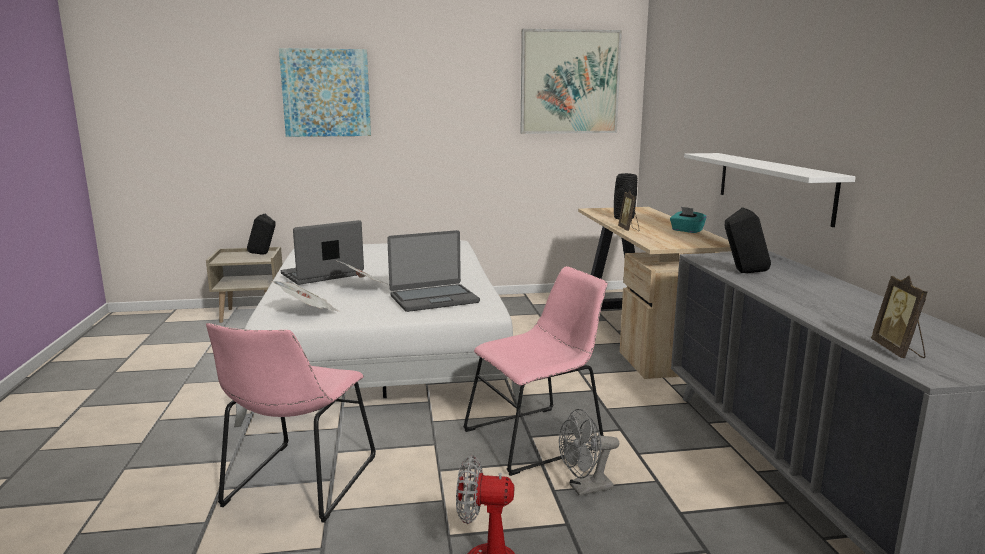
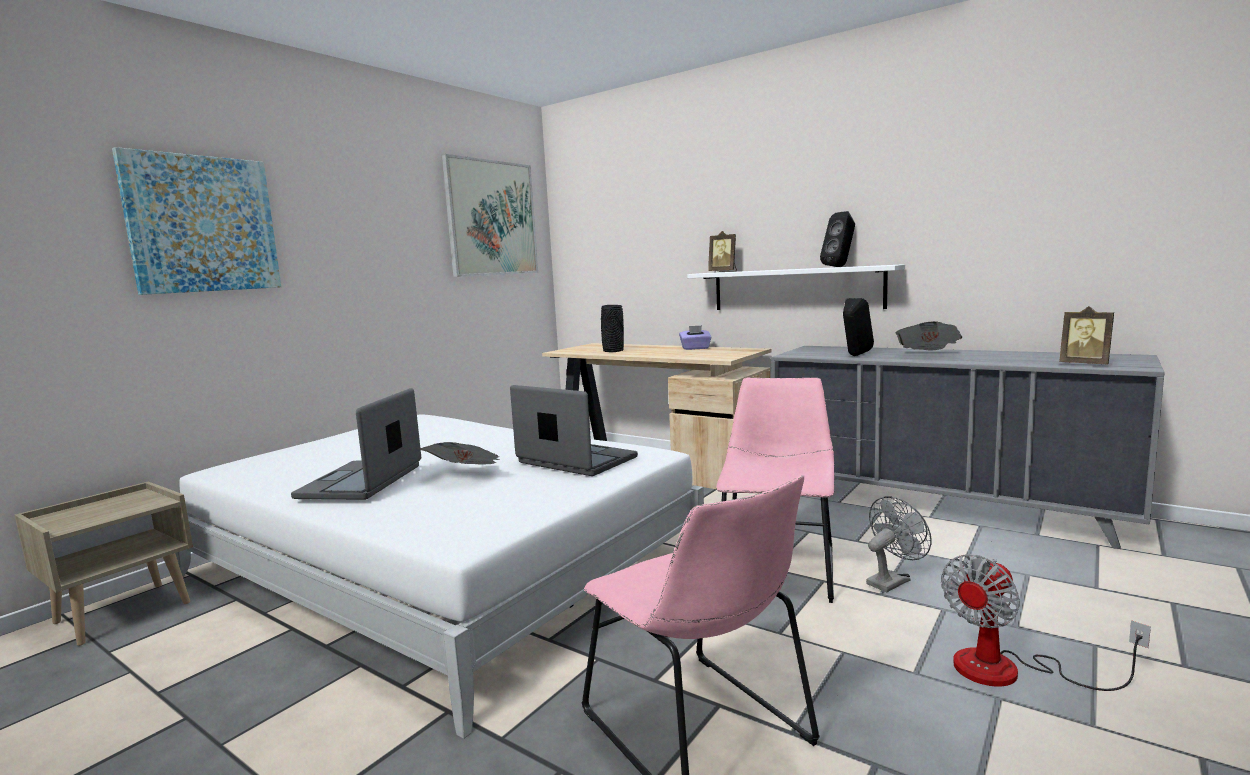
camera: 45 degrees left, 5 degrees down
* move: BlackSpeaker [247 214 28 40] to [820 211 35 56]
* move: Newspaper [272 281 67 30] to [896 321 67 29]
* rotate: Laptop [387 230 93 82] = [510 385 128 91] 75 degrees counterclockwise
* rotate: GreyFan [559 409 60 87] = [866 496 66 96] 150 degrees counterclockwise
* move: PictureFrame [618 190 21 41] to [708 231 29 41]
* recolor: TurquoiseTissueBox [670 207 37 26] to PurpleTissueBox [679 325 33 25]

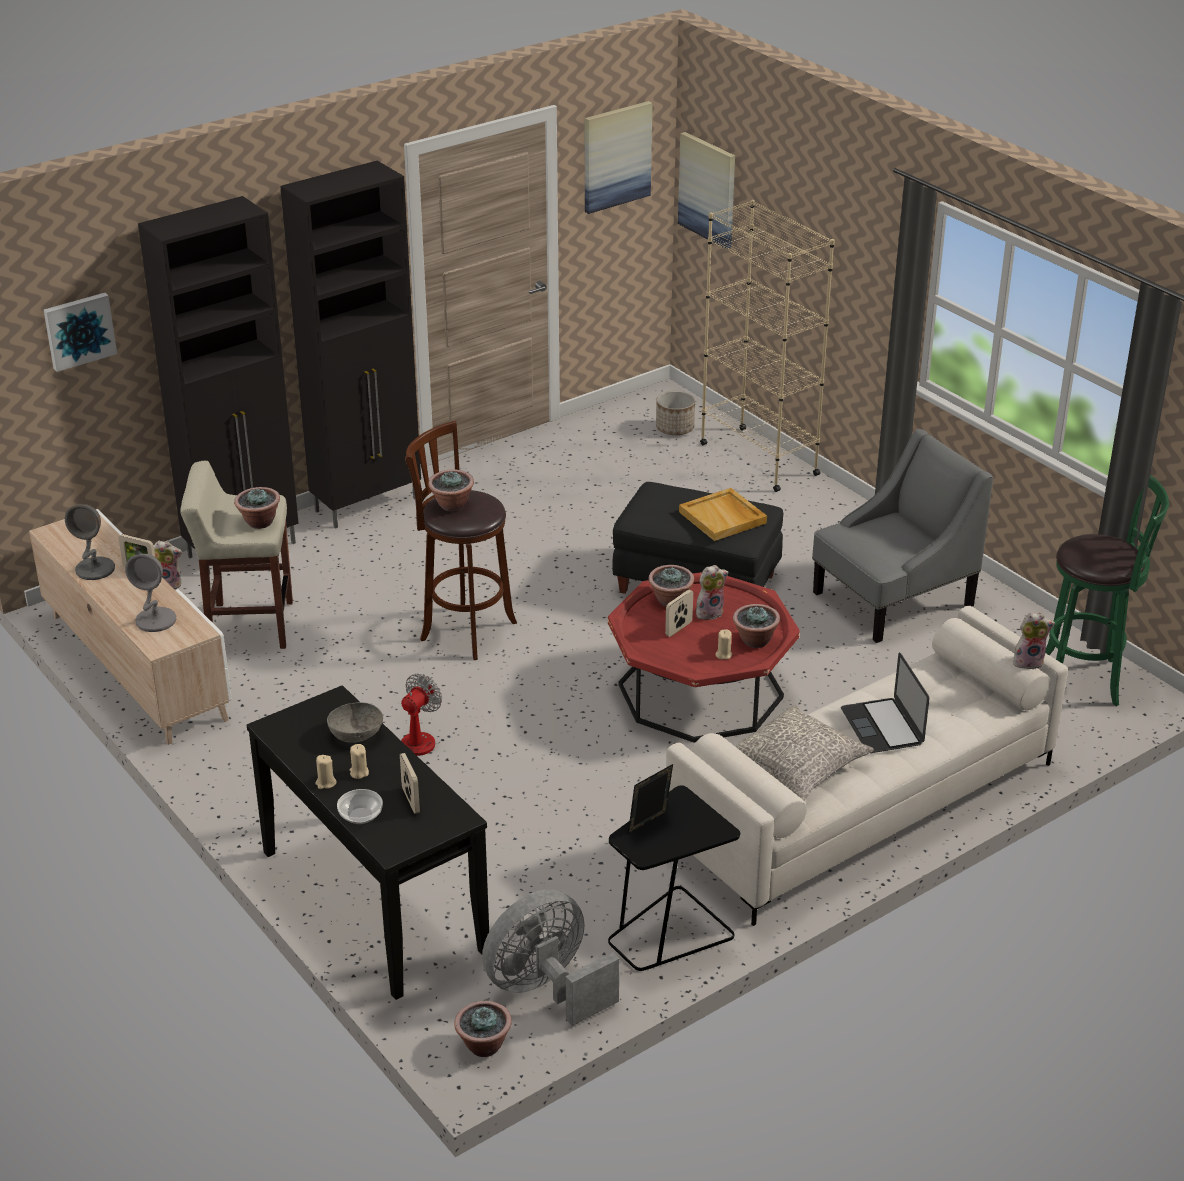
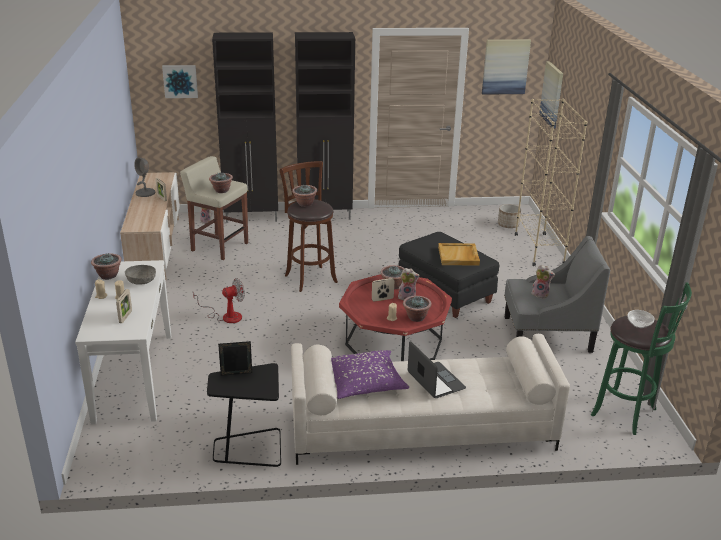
camera: 30 degrees right, 5 degrees down
* delete: GreyTableLamp [125 554 51 78]
* recolor: BlackConsoleTable [247 685 242 315] to WhiteConsoleTable [75 260 96 164]
* move: Bowl [337 789 46 35] to [628 310 27 18]
* move: PottedPlant [454 1001 58 56] to [91 253 31 27]
* delete: GreyFan [482 889 137 137]
* recolor: GreyPillow [735 705 139 96] to PurplePillow [331 350 78 49]
* rotate: Laptop [841 653 89 100] = [408 341 58 57] 135 degrees clockwise
* move: PlushToy [1013 612 42 57] to [531 265 24 34]

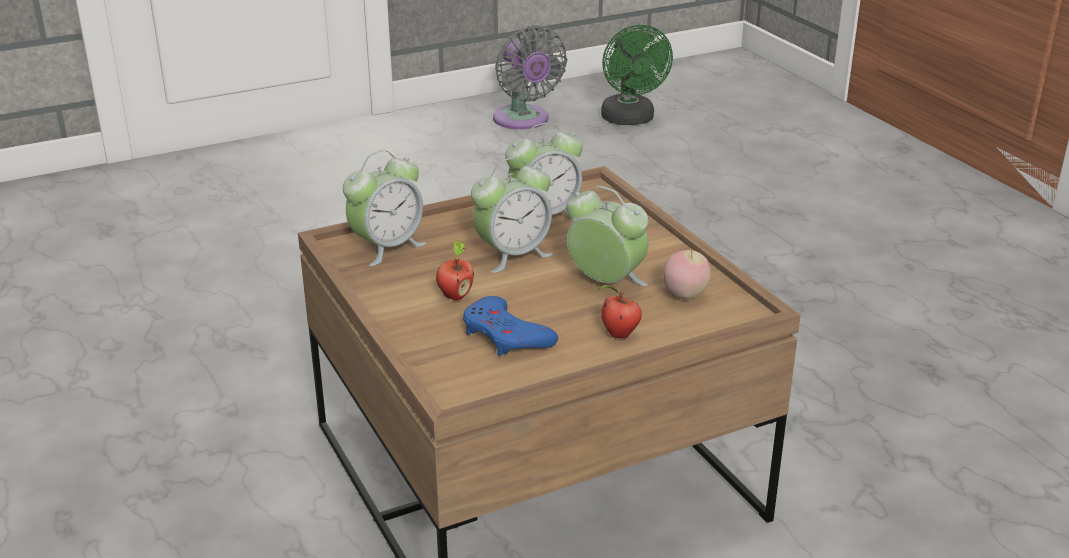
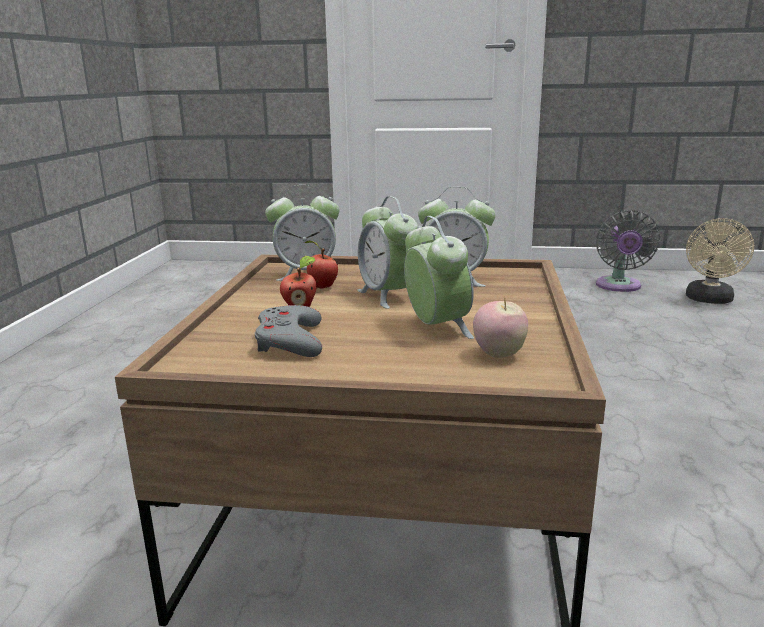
camera: 35 degrees right, 10 degrees down
* recolor: BlueGameController [463 296 95 60] to GreyGameController [255 305 67 52]
* rotate: AlarmClock [471 157 82 116] = [357 196 61 113] 60 degrees clockwise
* move: Apple [596 285 46 53] to [304 240 34 49]
* recolor: GreenFan [601 25 72 100] to BeigeFan [686 218 68 86]

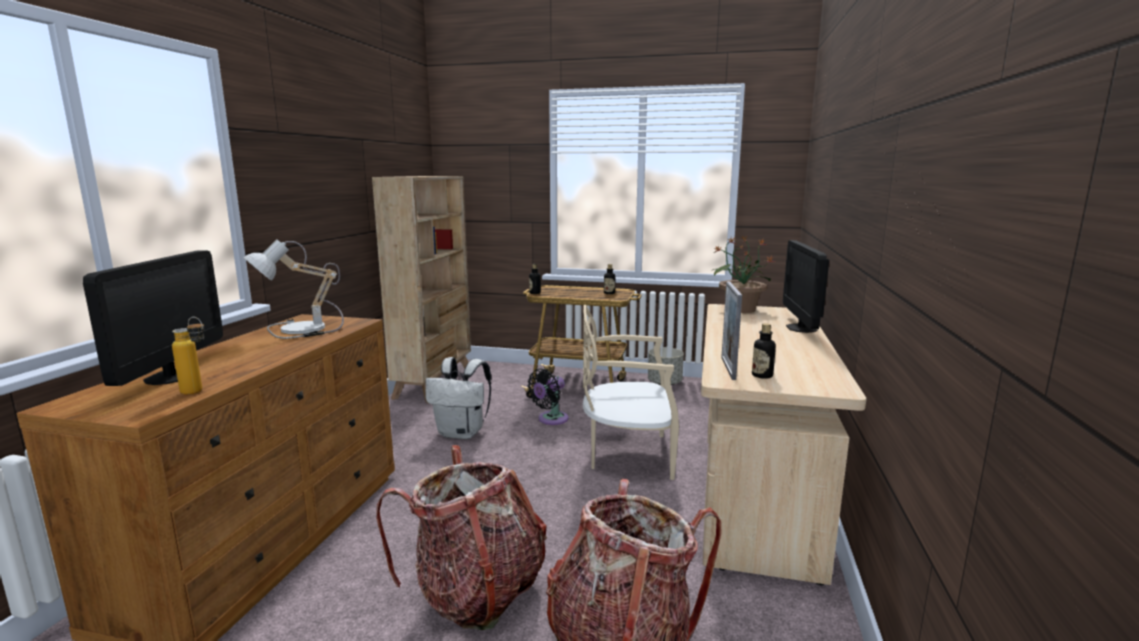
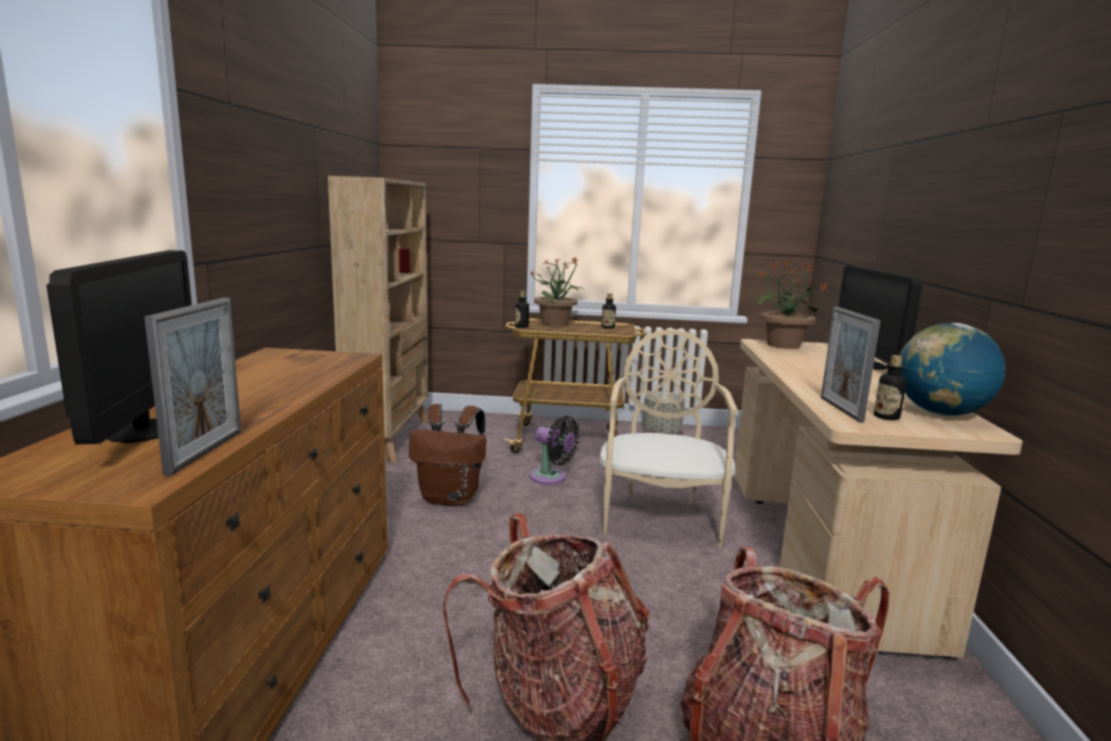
camera: 10 degrees left, 0 degrees up
* replace: Bottle [172 317 33 78] to PictureFrame [144 298 97 178]
* delete: TableLamp [244 240 100 99]
* recolor: WhiteBackpack [425 357 66 82] to BrownBackpack [409 404 77 102]
* rotate: BlackFan [527 369 41 56] = [530 416 50 69] 90 degrees counterclockwise
* rotate: BeigeChair [583 305 96 175] = [599 329 138 218] 105 degrees clockwise
* insert: PottedPlant [529 257 54 69]
* insert: Globe [900 323 106 93]

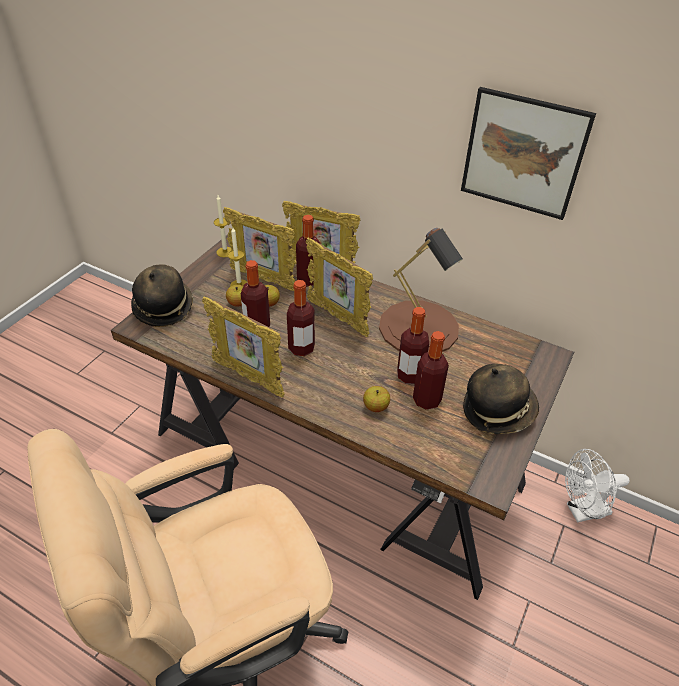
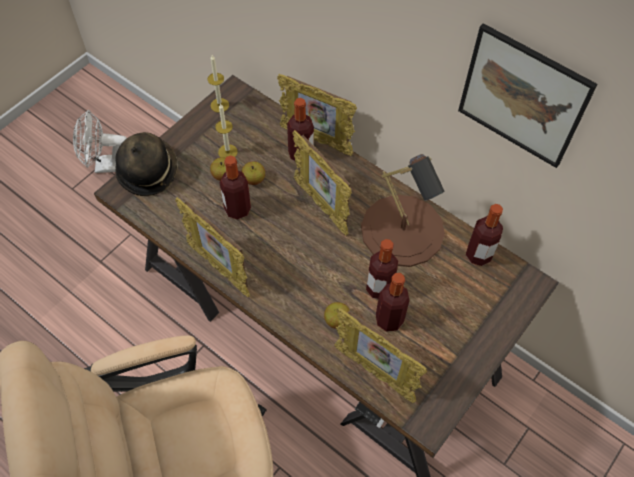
camera: 10 degrees right, 15 degrees up
* move: PictureFrame [223 207 73 84] to [334 308 93 95]
* move: Bottle [287 280 28 76] to [466 204 37 62]
* delete: Hat [463 364 76 70]
* move: WhiteFan [565 449 65 74] to [73 110 54 63]

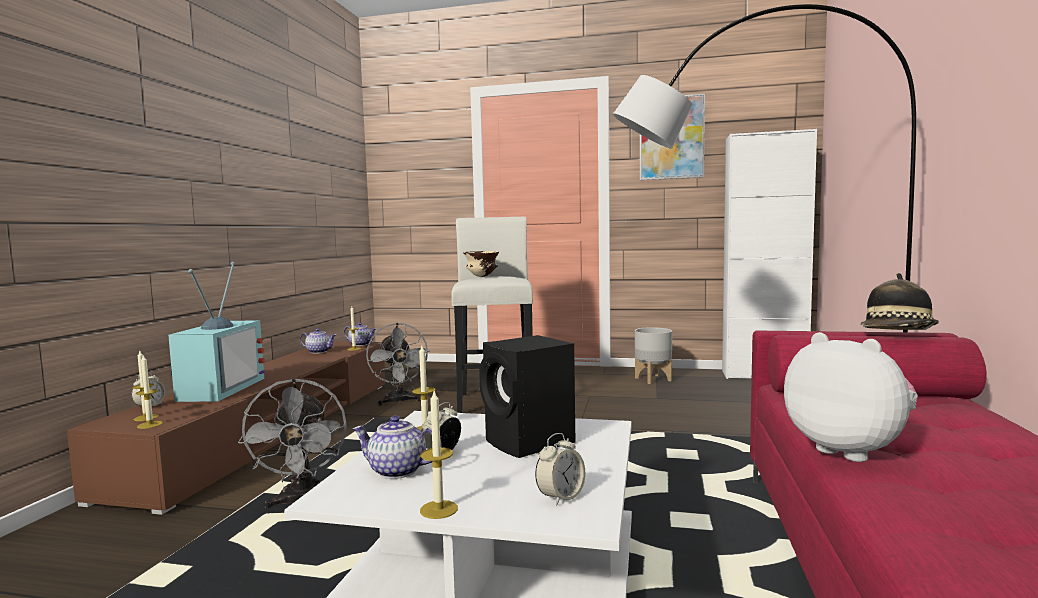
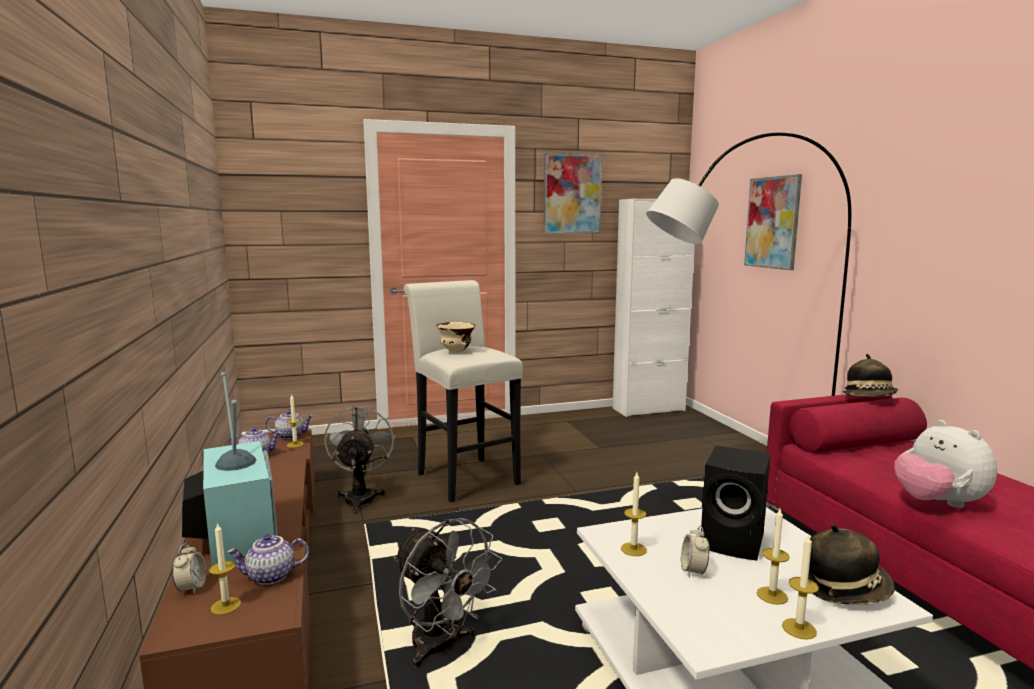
camera: 30 degrees left, 5 degrees up
* move: Candle [136 355 27 74] to [757 509 33 96]
* move: Teapot [352 415 90 64] to [227 534 82 51]
* rotate: GreyFan [366 323 63 83] = [324 405 71 109] 135 degrees counterclockwise
* replace: AlarmClock [535 433 50 73] to Hat [808 524 87 81]
* delete: GreyPlanter [635 327 37 57]
* rotate: PlushToy [784 332 134 130] = [894 420 103 88] 135 degrees counterclockwise
* insert: Picture [744 174 58 96]

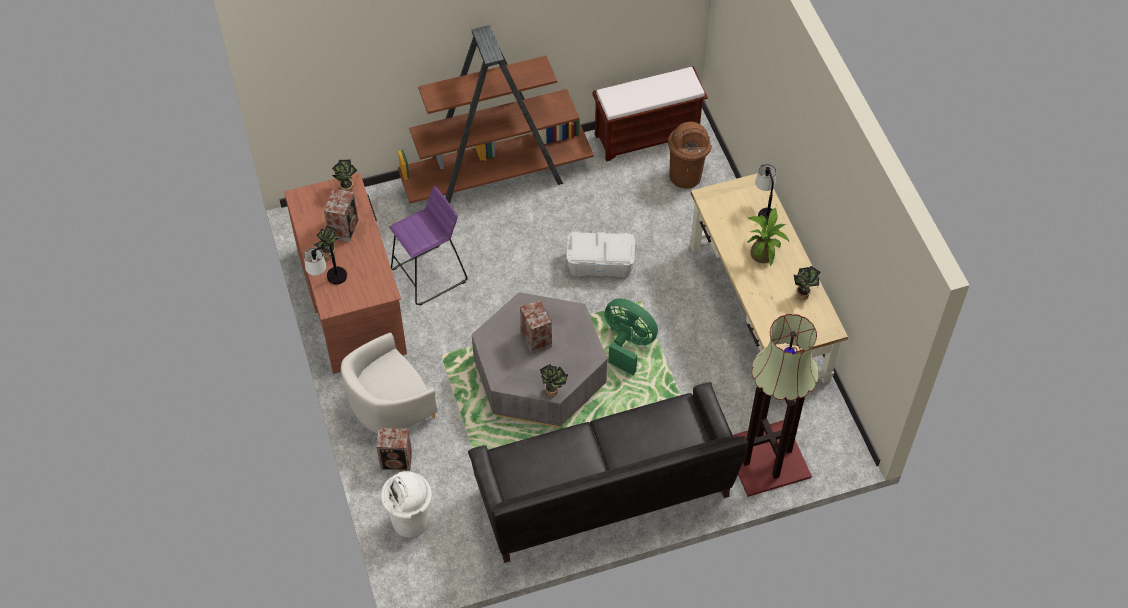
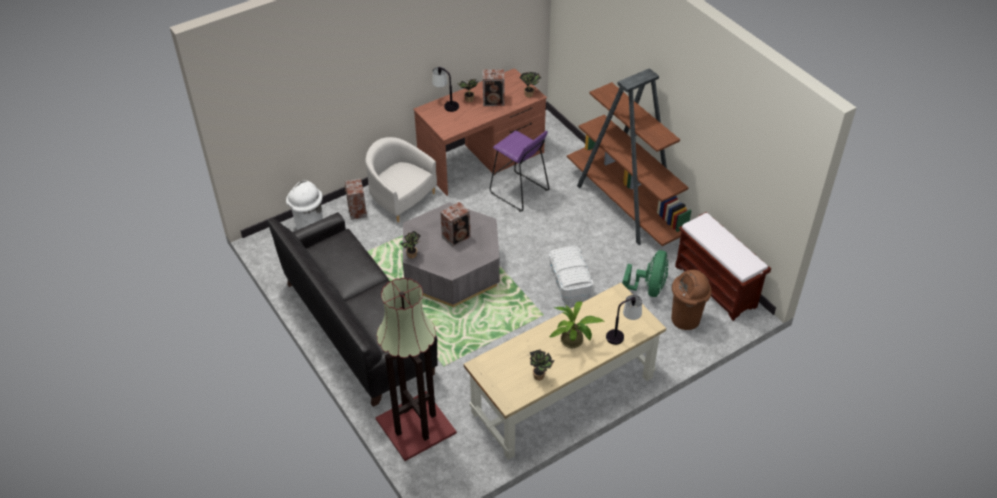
camera: 75 degrees right, 10 degrees down
* move: GreenFan [605 298 53 77] to [622 250 46 47]

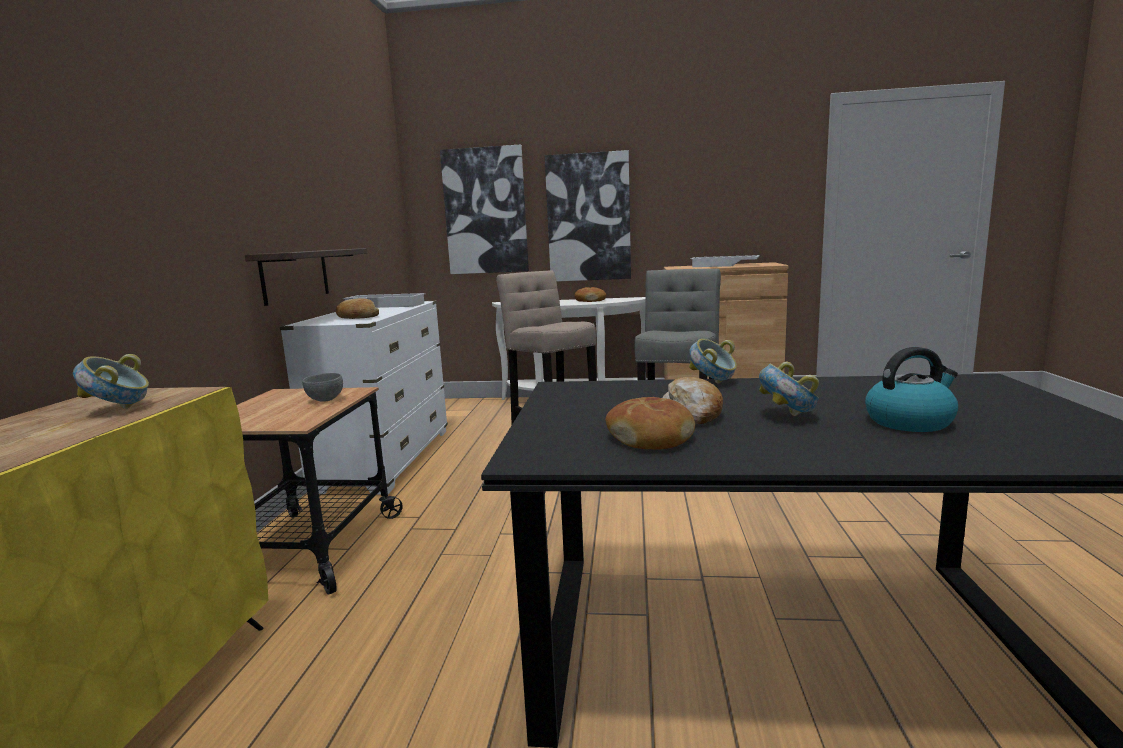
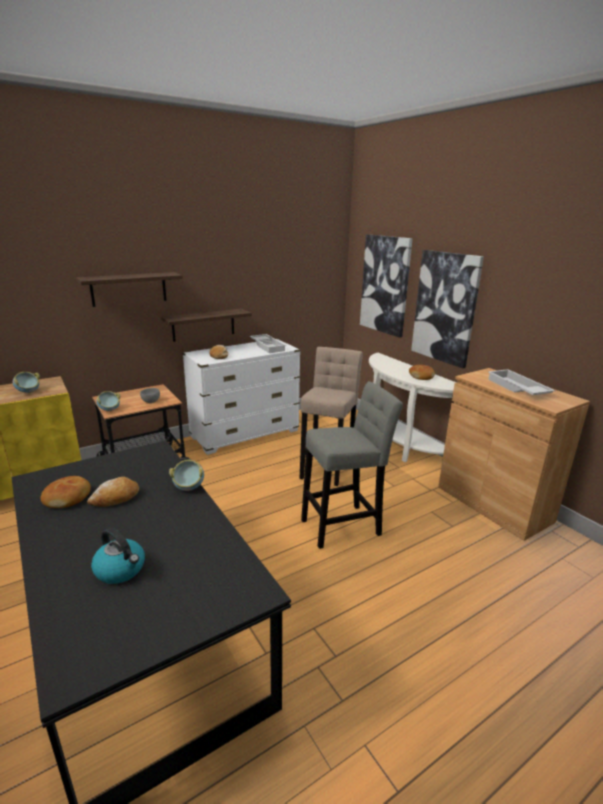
camera: 50 degrees right, 10 degrees up
* move: Bowl [759 362 60 54] to [96 391 24 20]
* insert: Shelf [76 272 107 35]

